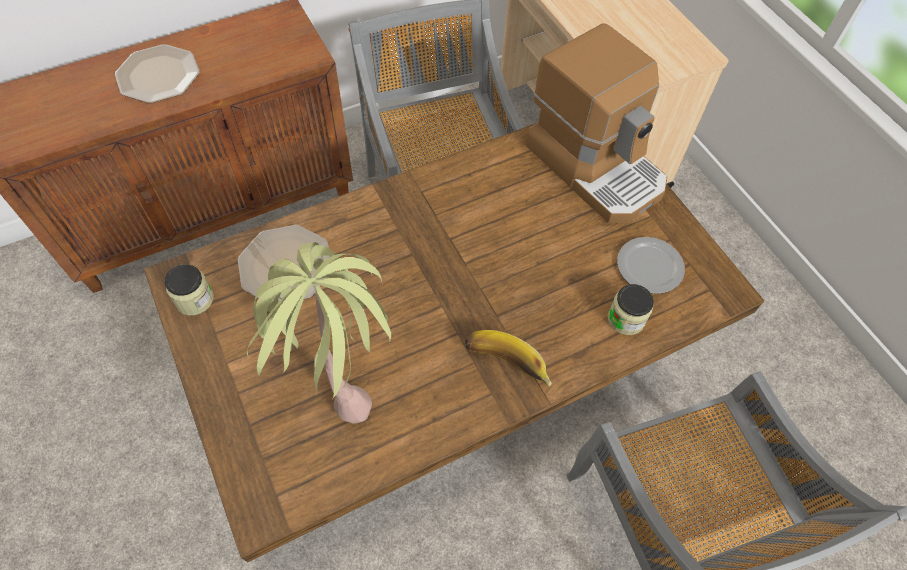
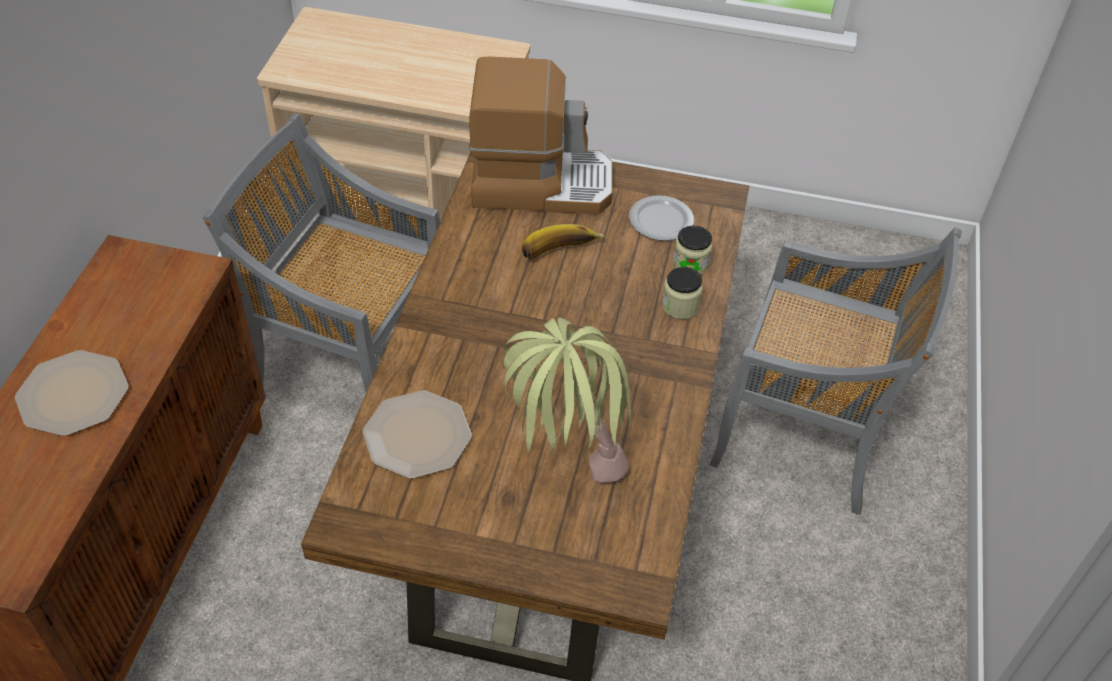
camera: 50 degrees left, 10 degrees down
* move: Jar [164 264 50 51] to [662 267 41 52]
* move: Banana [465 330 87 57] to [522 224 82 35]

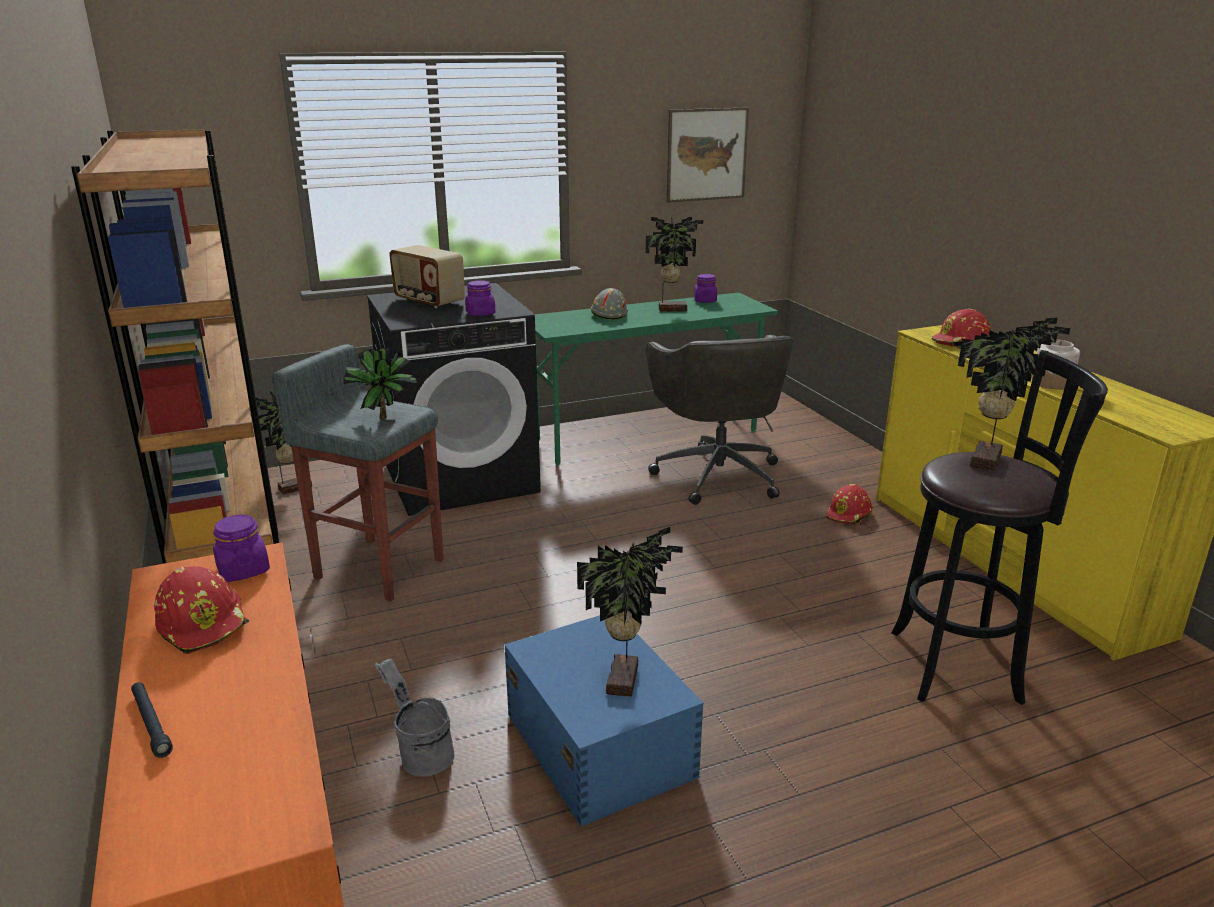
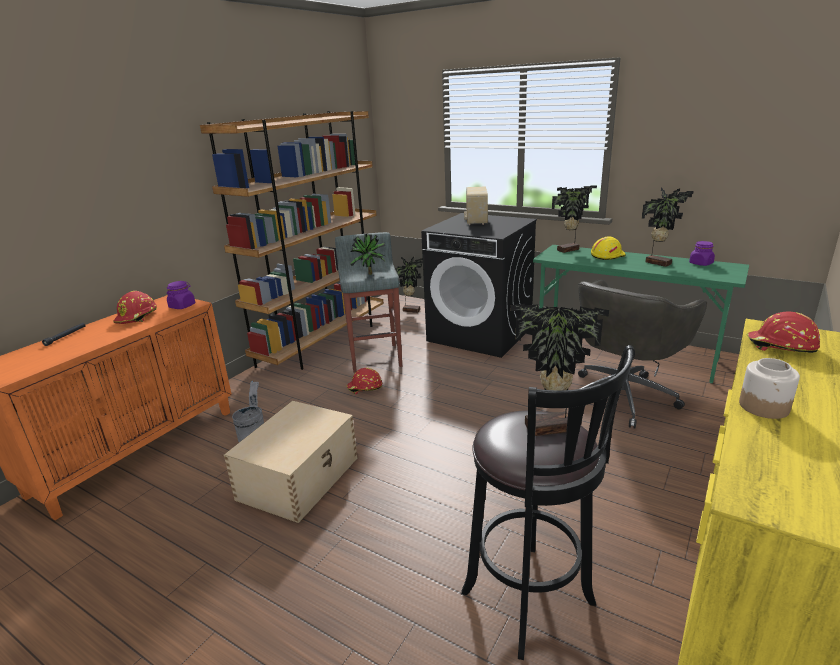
camera: 55 degrees right, 0 degrees up
* delete: PurpleJar [465 280 30 36]
* recolor: BlueStorageBox [504 615 199 212] to BeigeStorageBox [224 401 134 122]
* move: PottedPlant [577 527 106 170] to [552 185 45 68]
* recolor: GreyHardHat [591 288 37 32] to YellowHardHat [591 237 35 23]
* delete: Picture [667 107 82 96]
* move: RedHardHat [826 484 47 41] to [347 368 35 26]

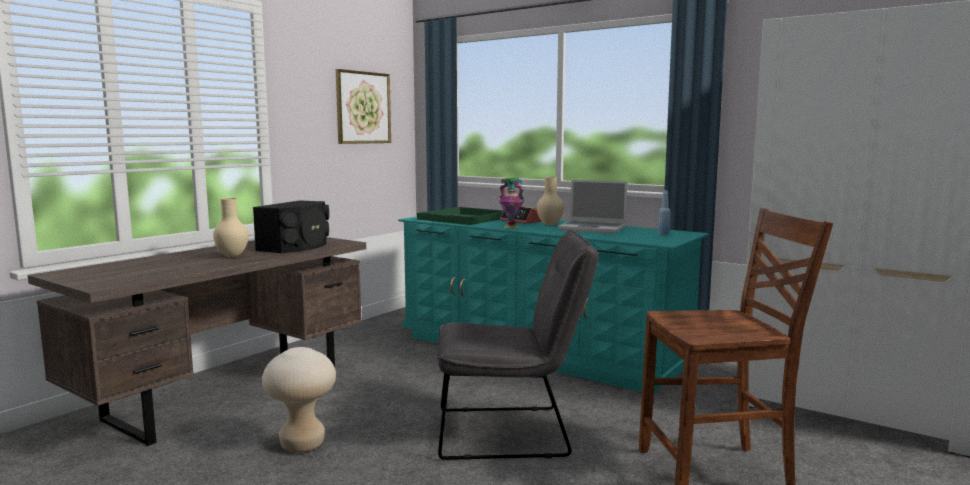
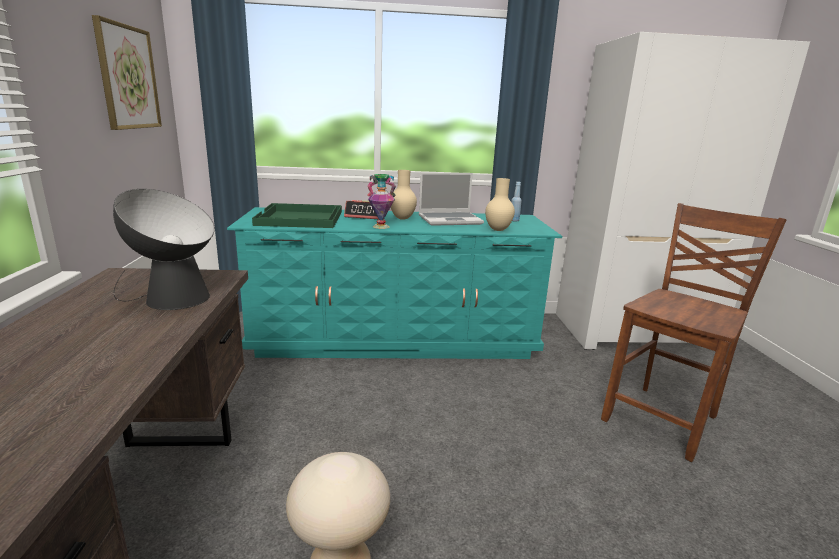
camera: 40 degrees left, 10 degrees up
* move: BeigeVase [213 198 36 59] to [485 178 30 53]
* replace: BlackSpeaker [253 200 76 53] to TableLamp [113 189 102 121]
* delete: GreyChair [437 230 161 230]

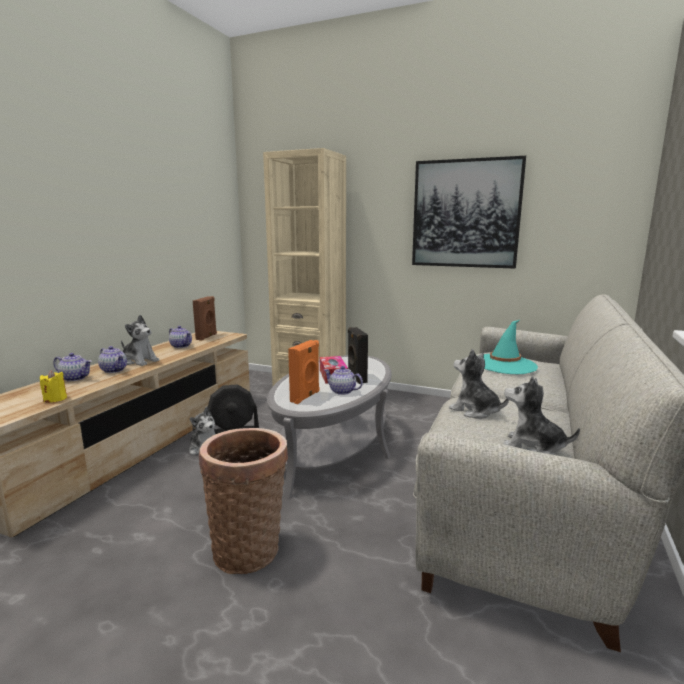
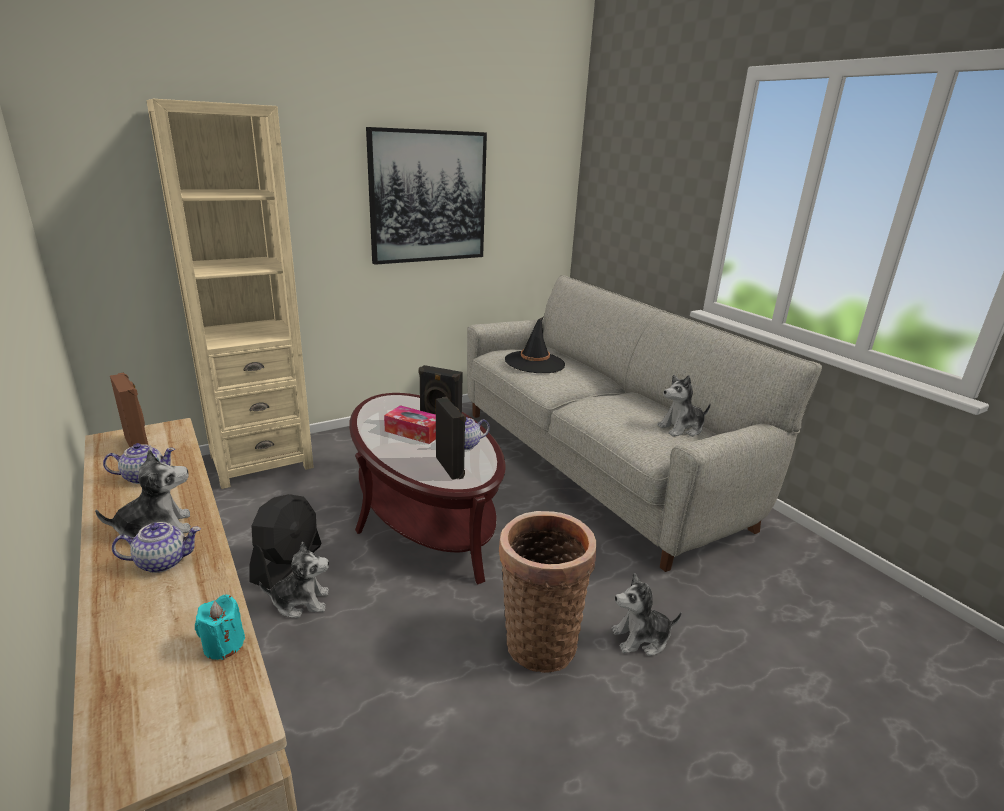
camera: 55 degrees left, 10 degrees up
* recolor: YellowCandle [40 370 27 32] to TurquoiseCandle [195 595 50 65]
* delete: Teapot [53 353 39 28]
* recolor: GreyCoffeeTable [267 355 125 144] to BrownCoffeeTable [349 393 157 191]
* recolor: OrangeSpeaker [288 340 32 64] to BlackSpeaker [436 396 30 84]
* move: PlushToy [449 349 60 70] to [611 573 71 83]
* recolor: TurquoiseHat [484 320 54 54] to BlackHat [505 317 60 56]

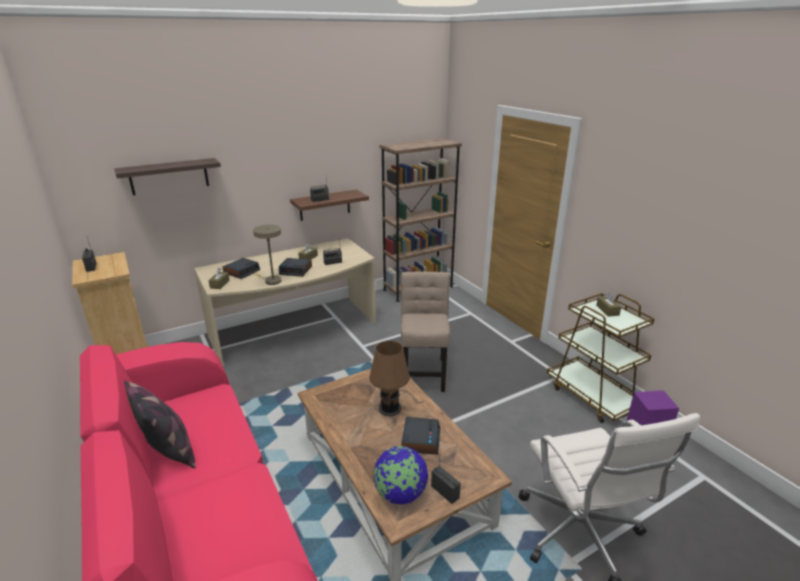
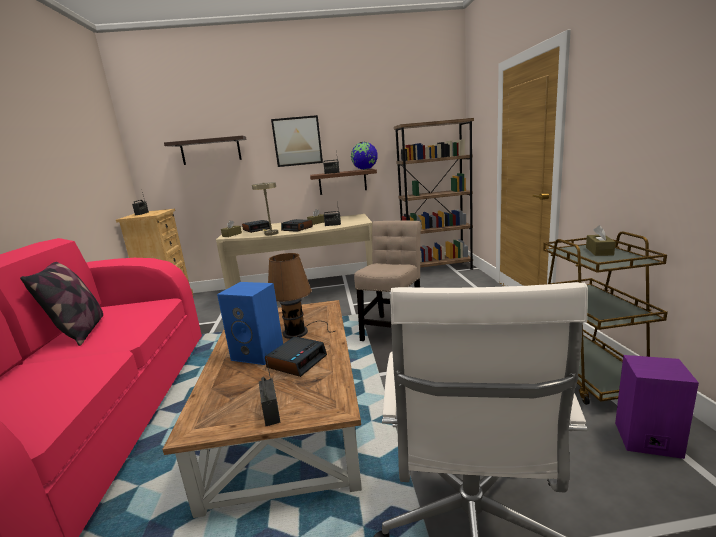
camera: 25 degrees right, 10 degrees down
* move: Globe [373 446 55 58] to [351 142 27 28]
* insert: BlueSpeaker [217 282 66 83]
* insert: Picture [271 115 52 52]

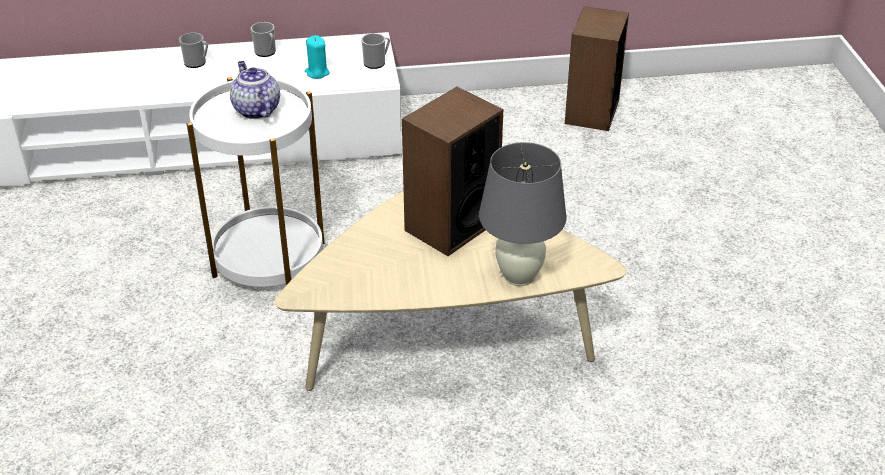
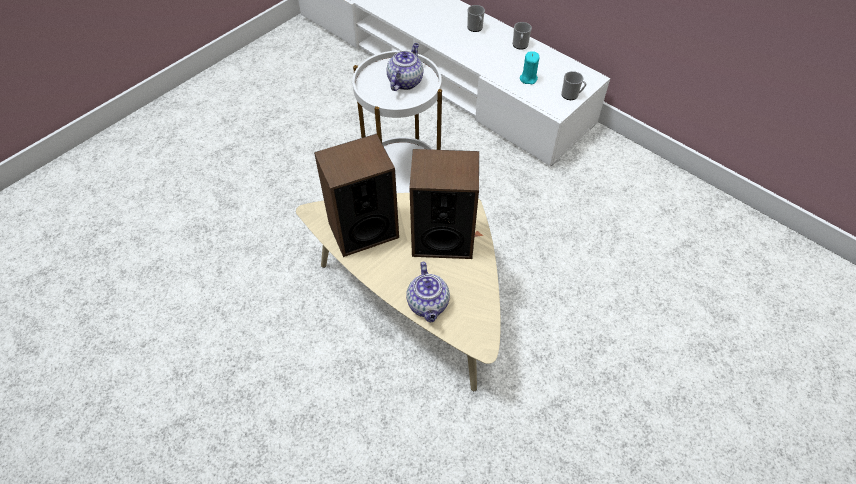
camera: 50 degrees right, 15 degrees up
* replace: GreyTableLamp [479 142 87 144] to Teapot [406 262 44 60]
* move: Speaker [565 6 64 125] to [314 134 85 123]

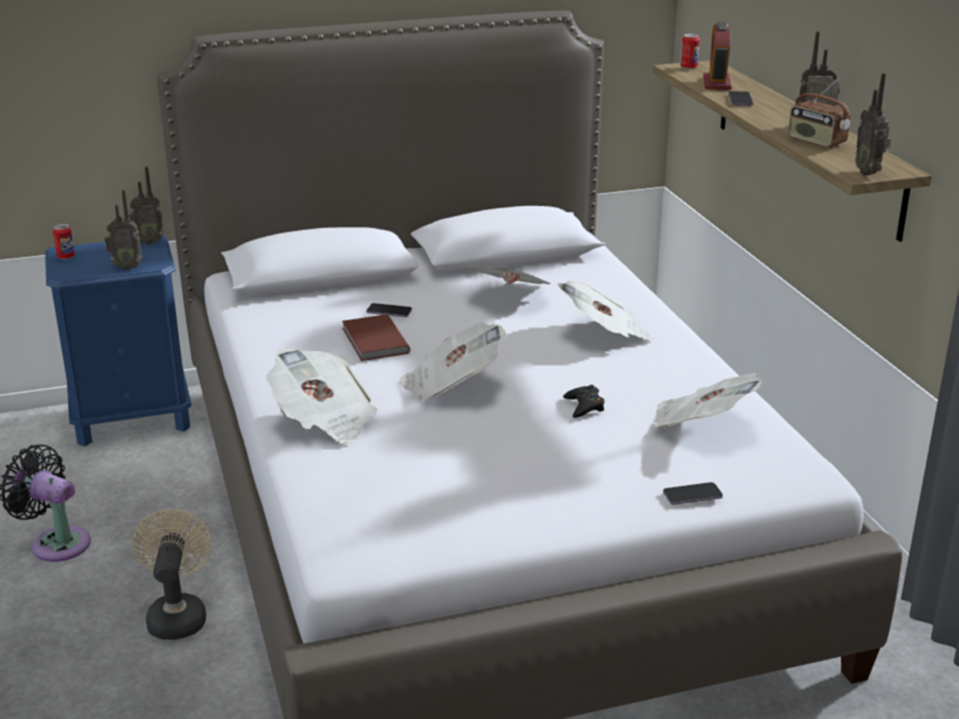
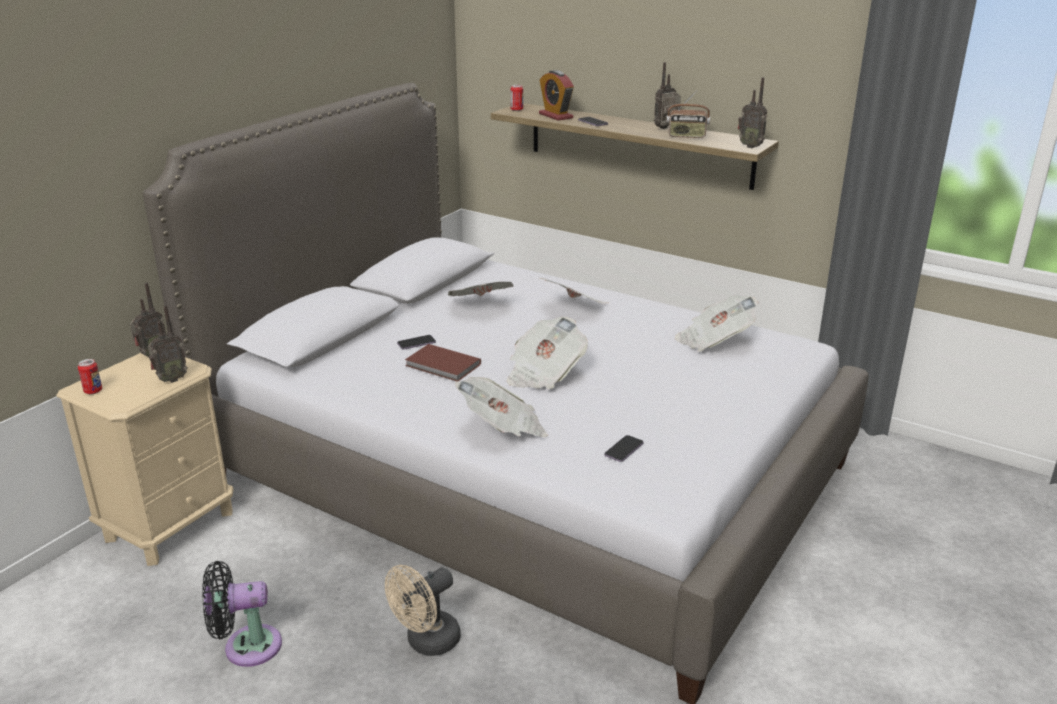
camera: 40 degrees left, 0 degrees up
* recolor: BlueNightstand [45 235 146 211] to BeigeNightstand [56 353 177 213]
* rotate: BeigeFan [133 509 79 131] = [385 565 76 91] 90 degrees counterclockwise
* delete: BlackGameController [563 385 41 33]
* move: Phone [663 482 60 23] to [605 435 38 27]

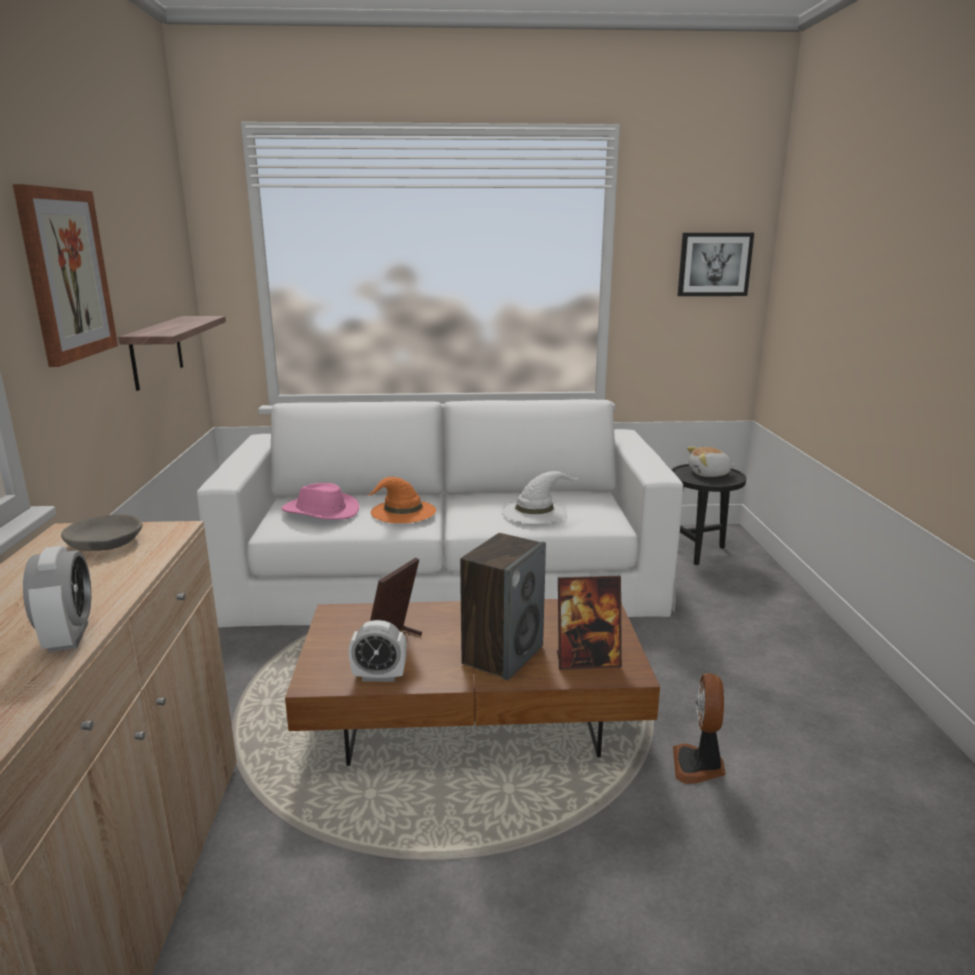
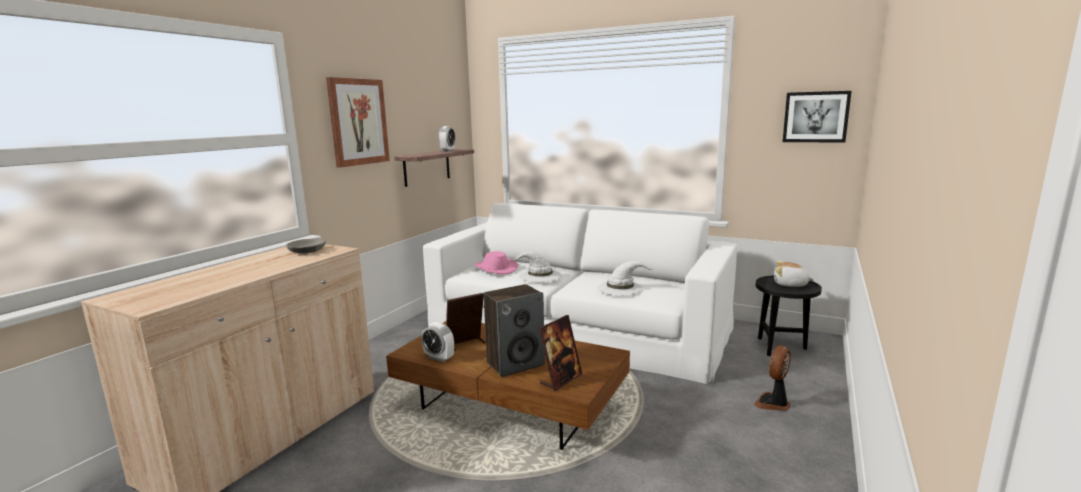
camera: 30 degrees right, 5 degrees down
* move: AlarmClock [23 546 68 106] to [438 126 17 26]
* recolor: OrangeHat [367 477 69 46] to WhiteHat [512 251 50 31]
* rotate: PictureFrame [557 576 65 94] = [539 315 43 76] 75 degrees counterclockwise
* move: Fan [673 673 53 111] to [754 345 37 66]

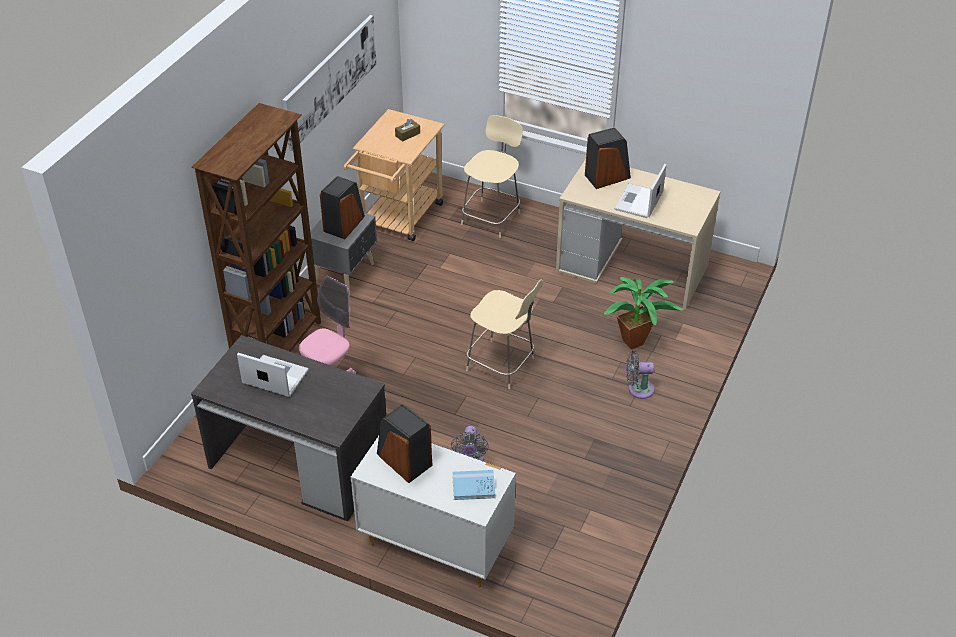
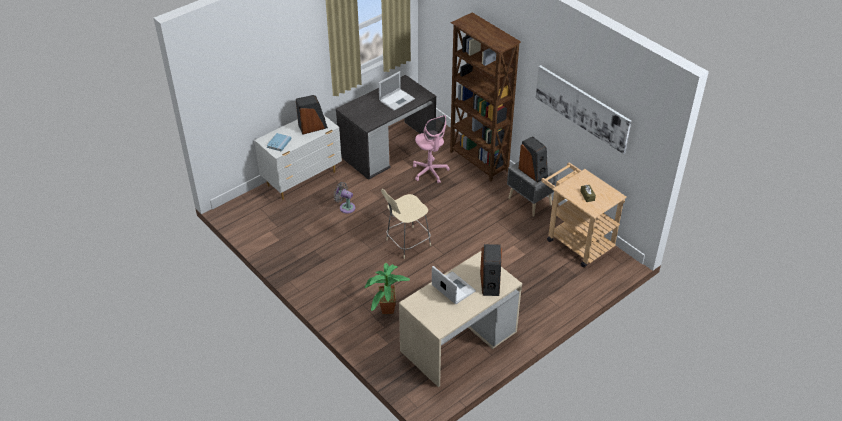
camera: 115 degrees right, 0 degrees up
* delete: BeigeChair [461 115 62 123]
* delete: GreyFan [626 350 29 49]

